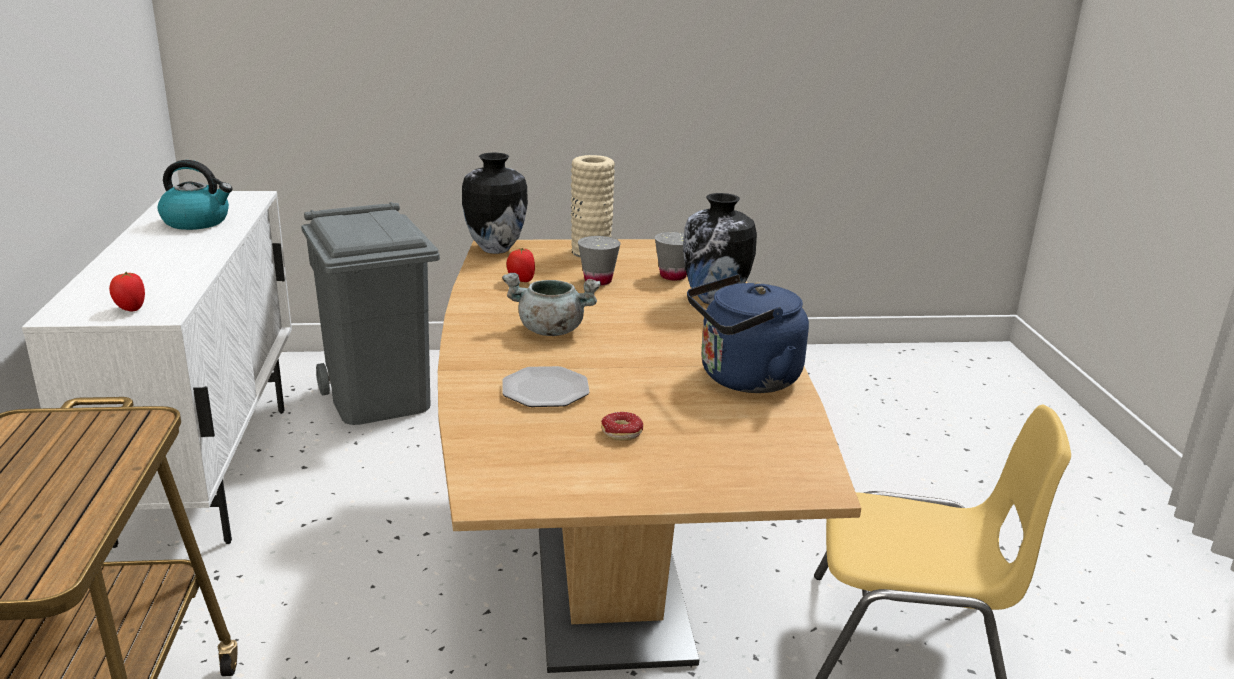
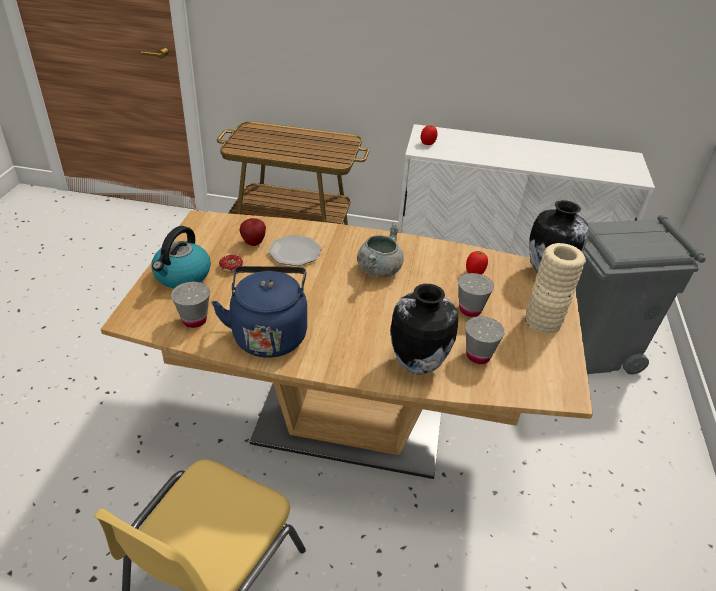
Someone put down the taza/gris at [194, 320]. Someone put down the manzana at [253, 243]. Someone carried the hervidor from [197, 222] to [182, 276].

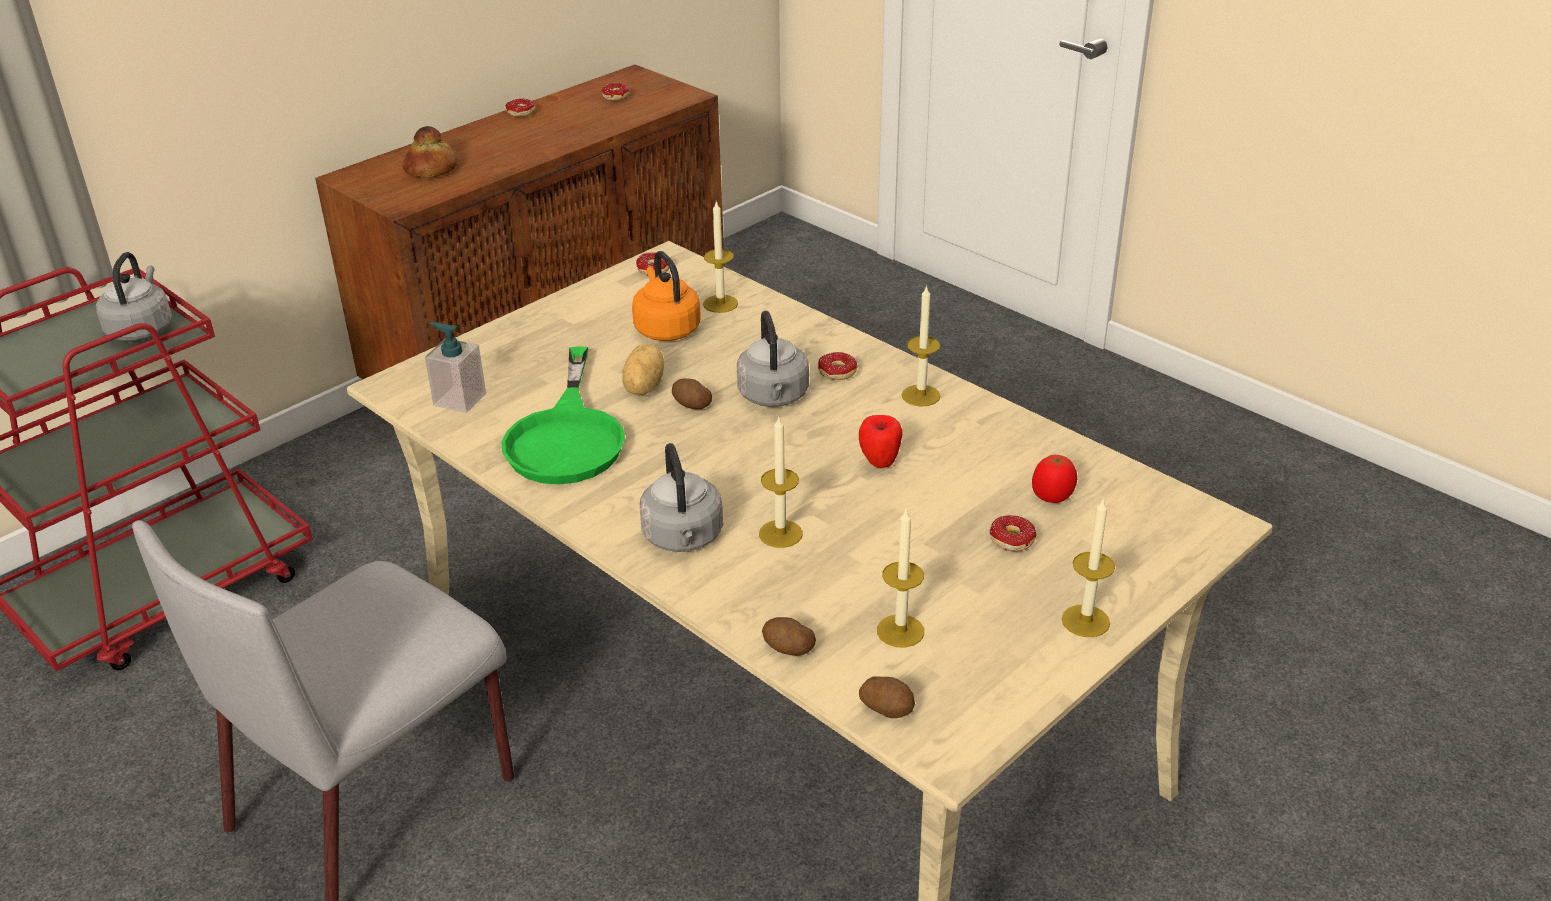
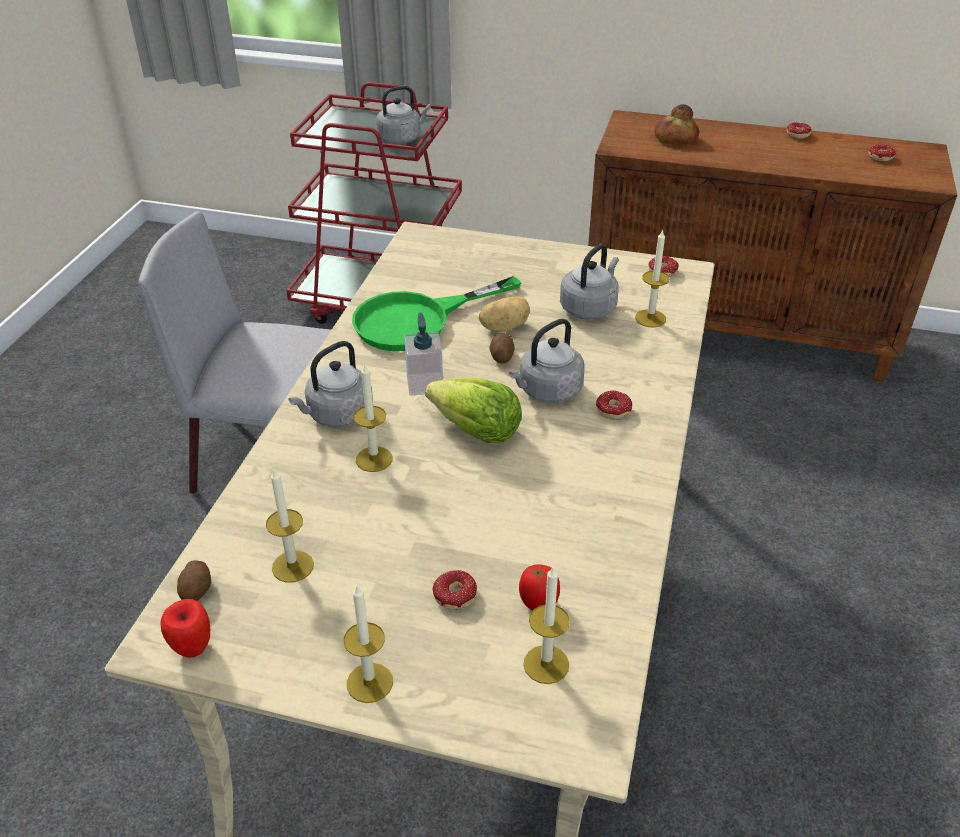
Someone took away the patata at [788, 649]. Someone put down the lechuga at [476, 431]. Someone carried the dispensador de jabón from [459, 399] to [424, 383]. Someone carried the manzana from [879, 463] to [192, 647]. Someone carried the vela from [920, 395] to [546, 664]. Someone repainted the hervidor/naranja at [666, 328], which became the hervidor/gris at [589, 307].

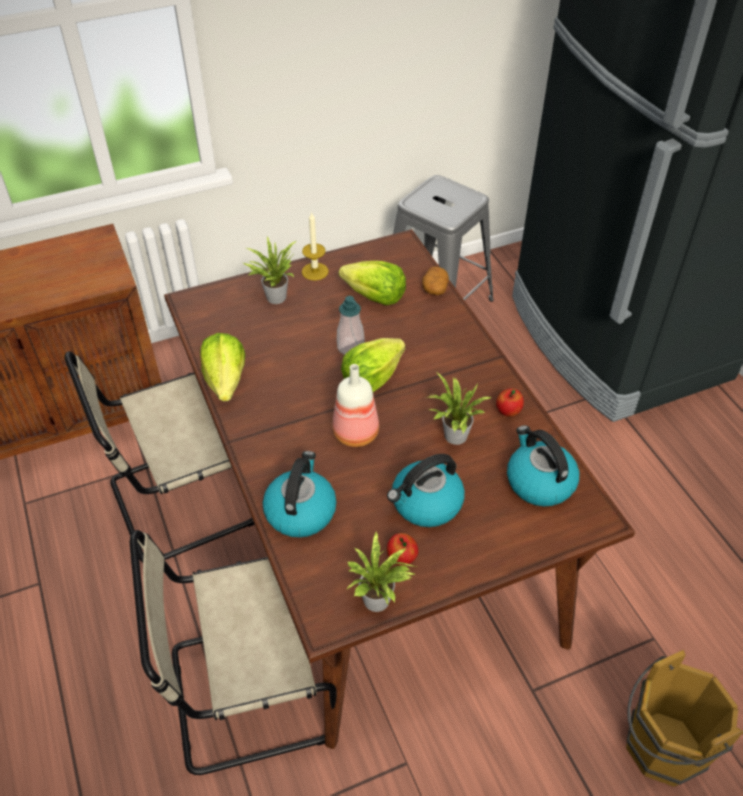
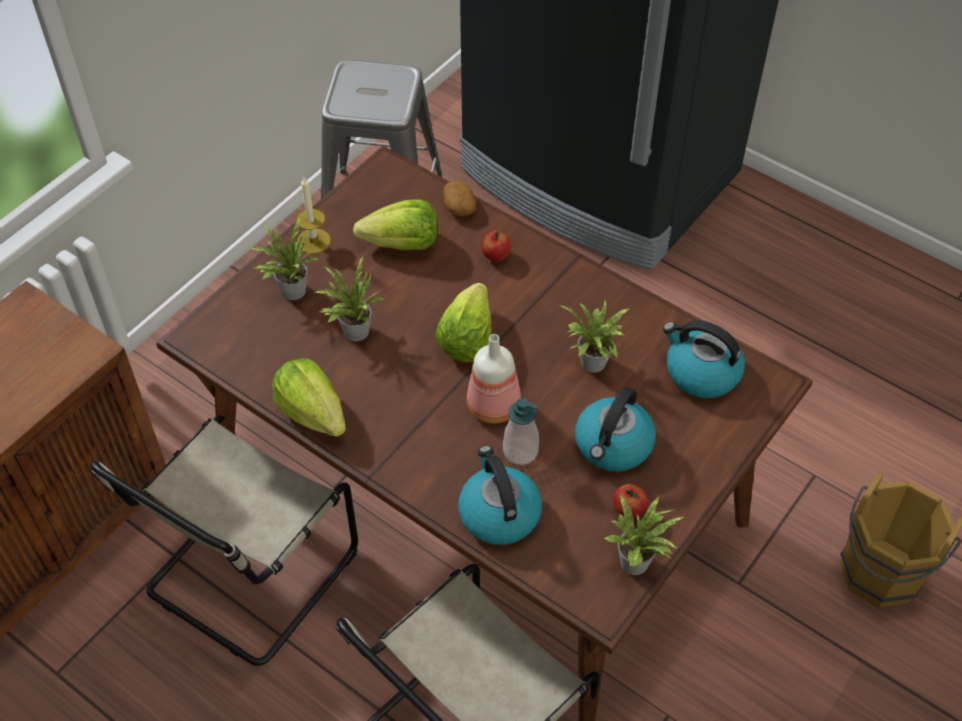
Someone put down the planta en maceta at [352, 331]. Someone carried the dispensador de jabón from [350, 347] to [520, 451]. Someone carried the manzana from [508, 411] to [496, 256].

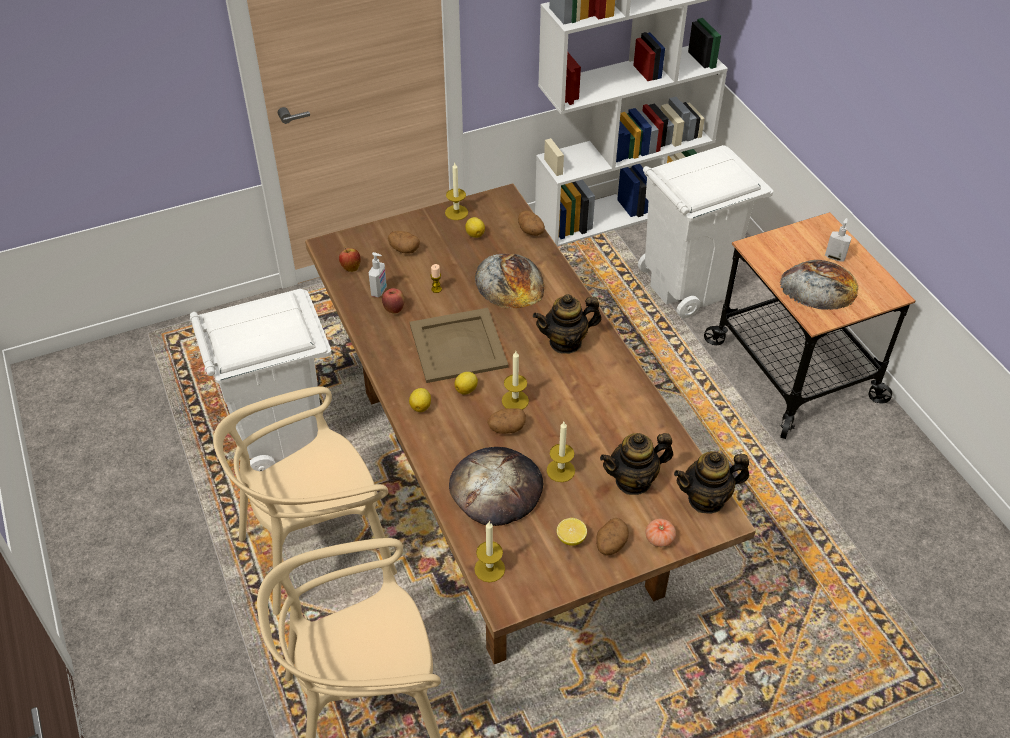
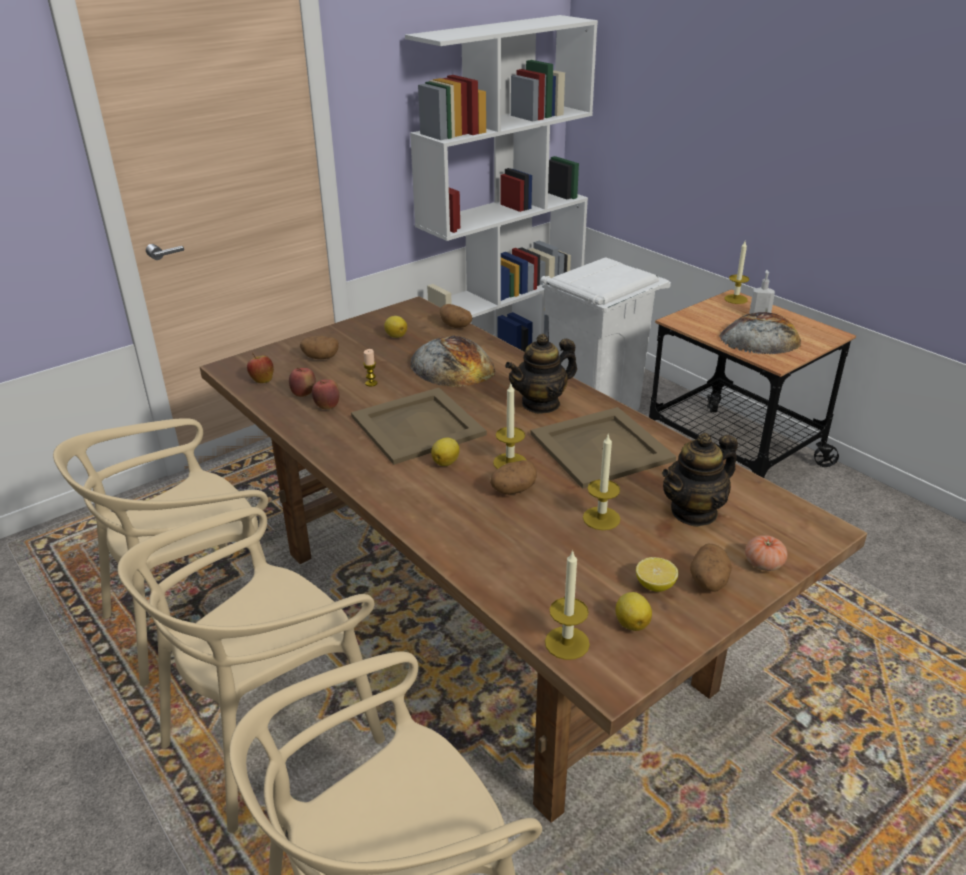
Someone took away the pan at [496, 488]. Someone took away the tetera at [706, 499]. Someone put down the bandeja/beis at [599, 447]. Someone carried the limón from [421, 406] to [632, 623]. Someone carried the vela from [456, 212] to [735, 299]. Someone swapped the papelera/blanco at [281, 436] for the silla/beis at [195, 617]. Someone swapped the dispensador de jabón at [379, 291] for the manzana at [304, 394].

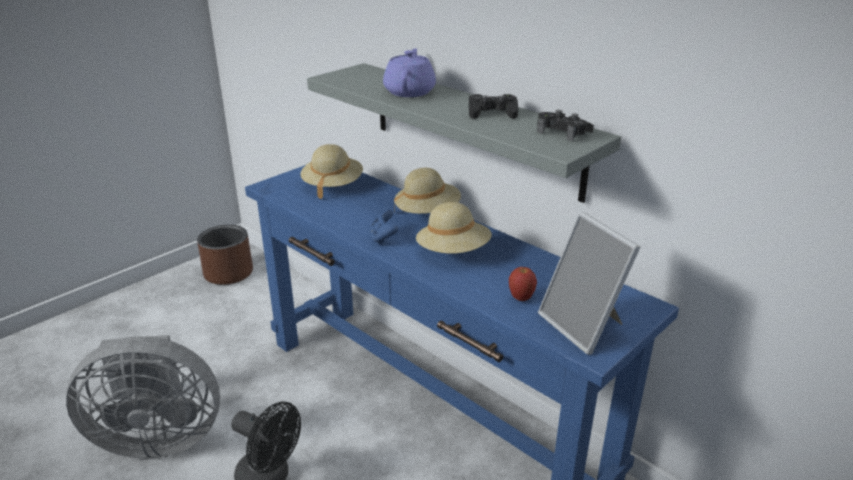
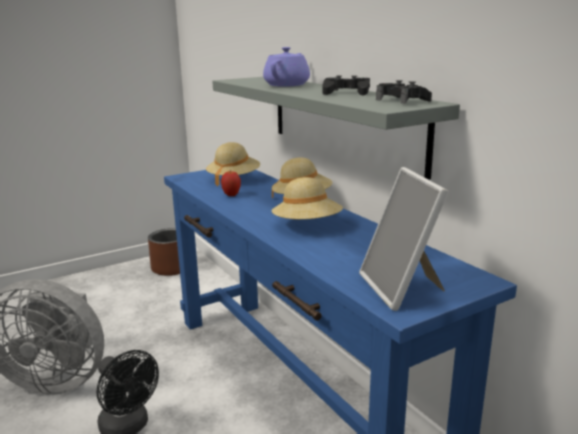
Someone took away the mando de consola/azul at [383, 238]. Someone carried the manzana from [521, 298] to [231, 195].

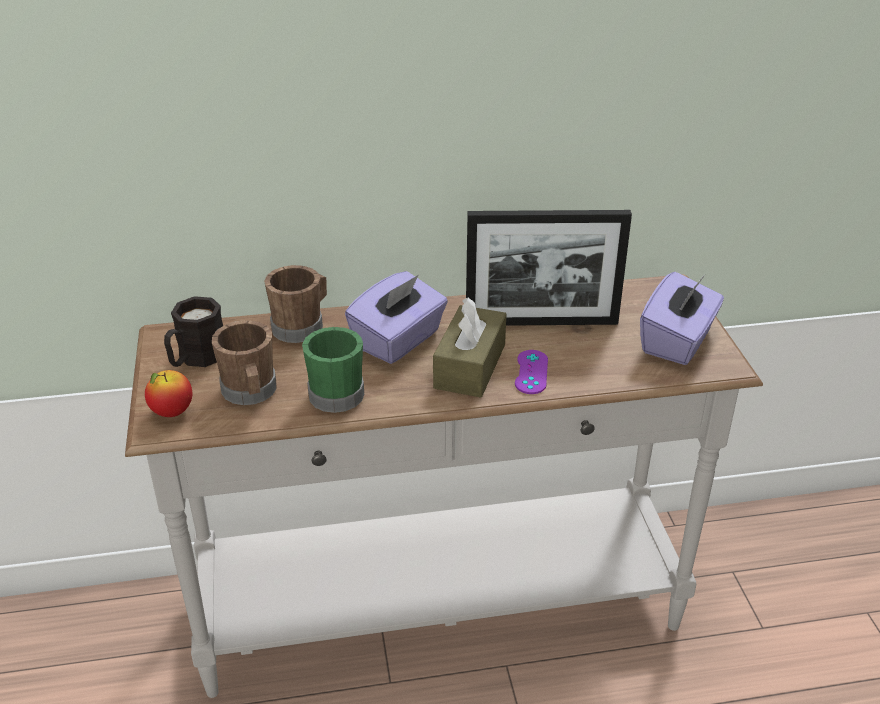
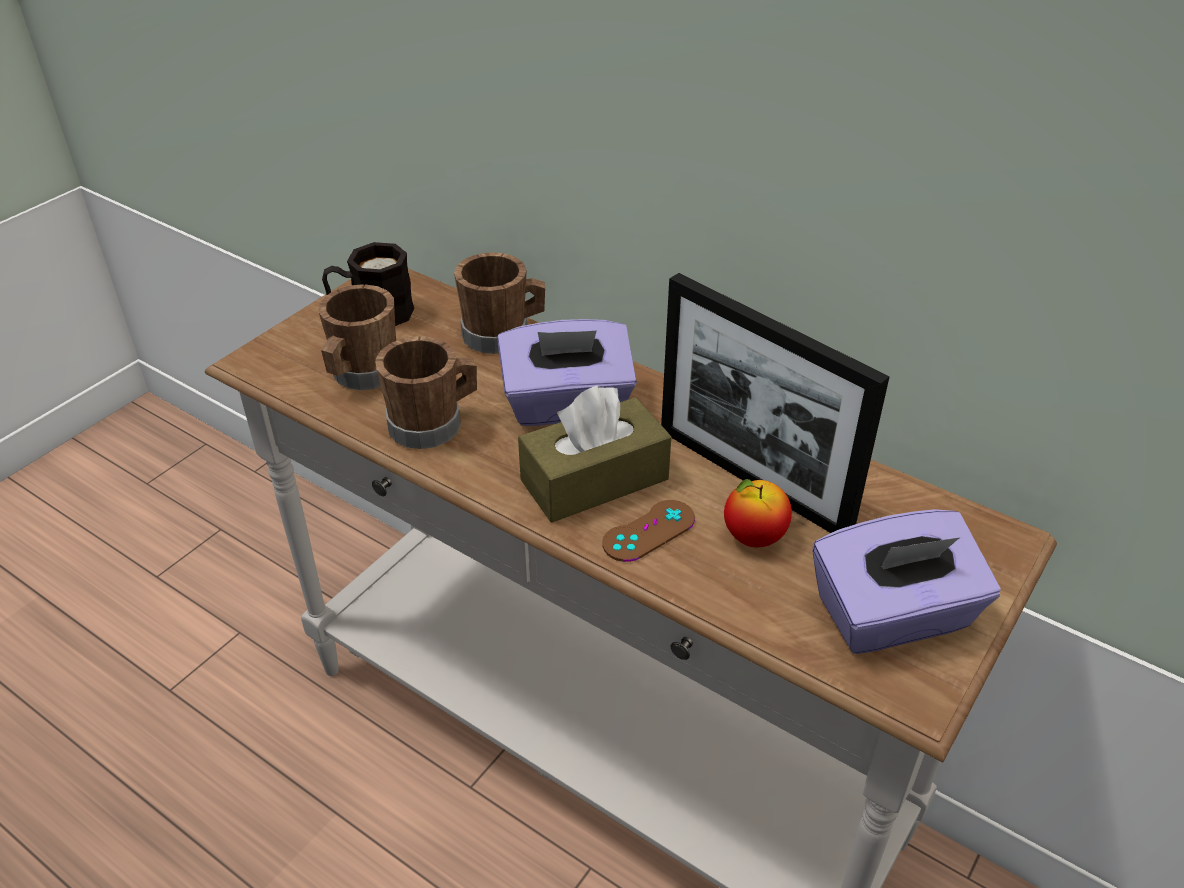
Someone carried the manzana from [172, 412] to [754, 537]. Someone repainted the taza grande/verde at [339, 392], which became the taza grande/marrón at [433, 424]. Someone repainted the mando de consola/morado at [531, 372], which became the mando de consola/marrón at [649, 531].

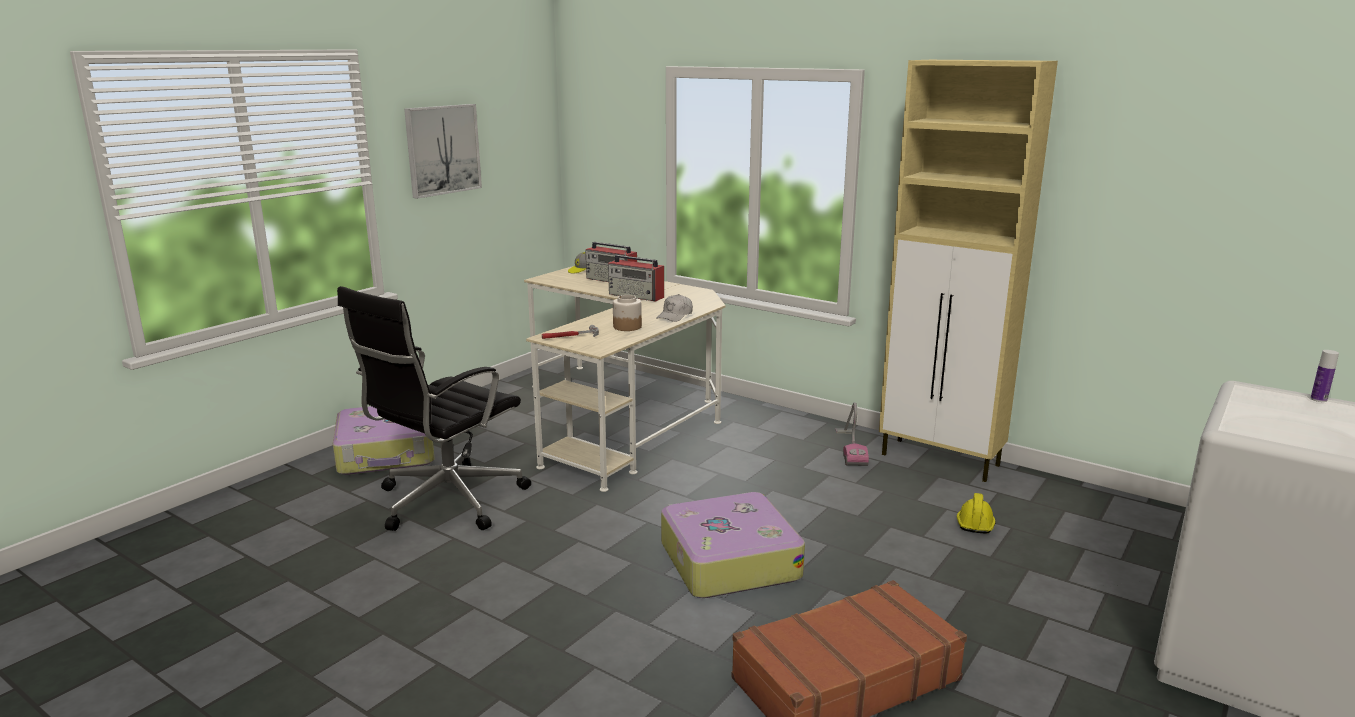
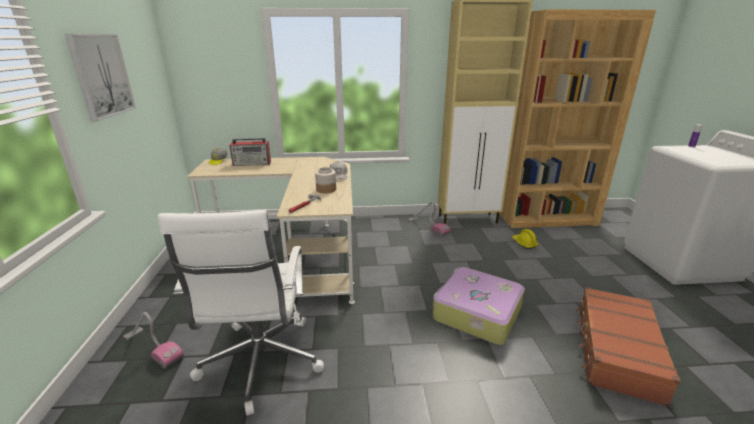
Someone took away the radio at [636, 296]. Someone put down the estantería/marrón at [547, 218]. Someone swapped the maleta at [387, 453] for the aspiradora at [152, 347]. Someone repainted the silla de oficina/negro at [446, 501], which became the silla de oficina/blanco at [260, 363].

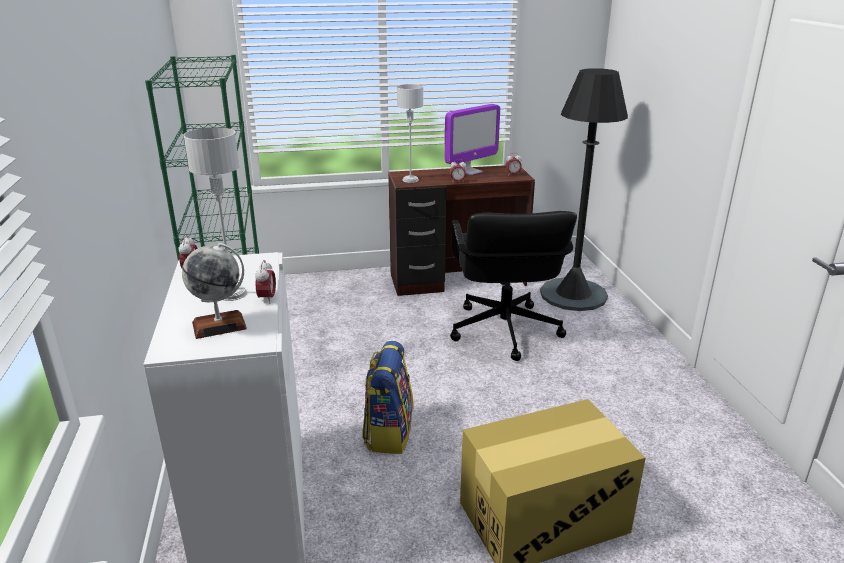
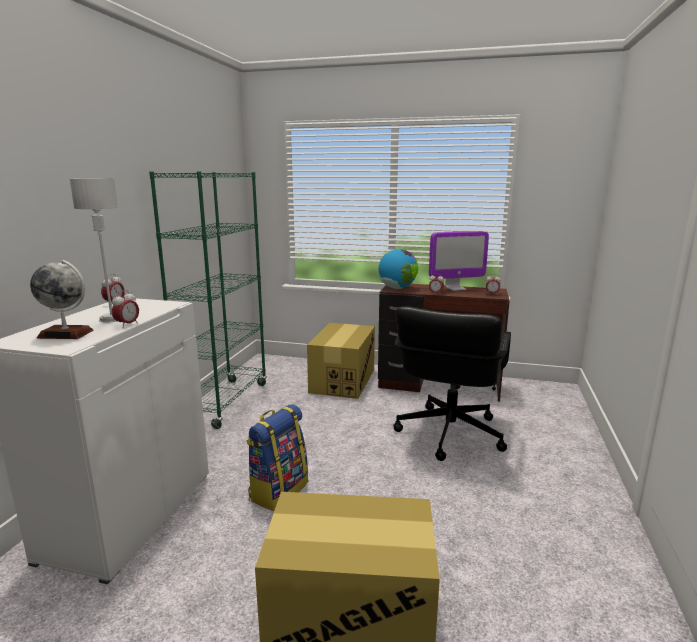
Someone took away the lámpara de pie/negro at [573, 295]. Someone put down the caja de cartón at [343, 380]. Someone swapped the lámpara de mesa/gris at [410, 180] for the globo terráqueo at [397, 288].

